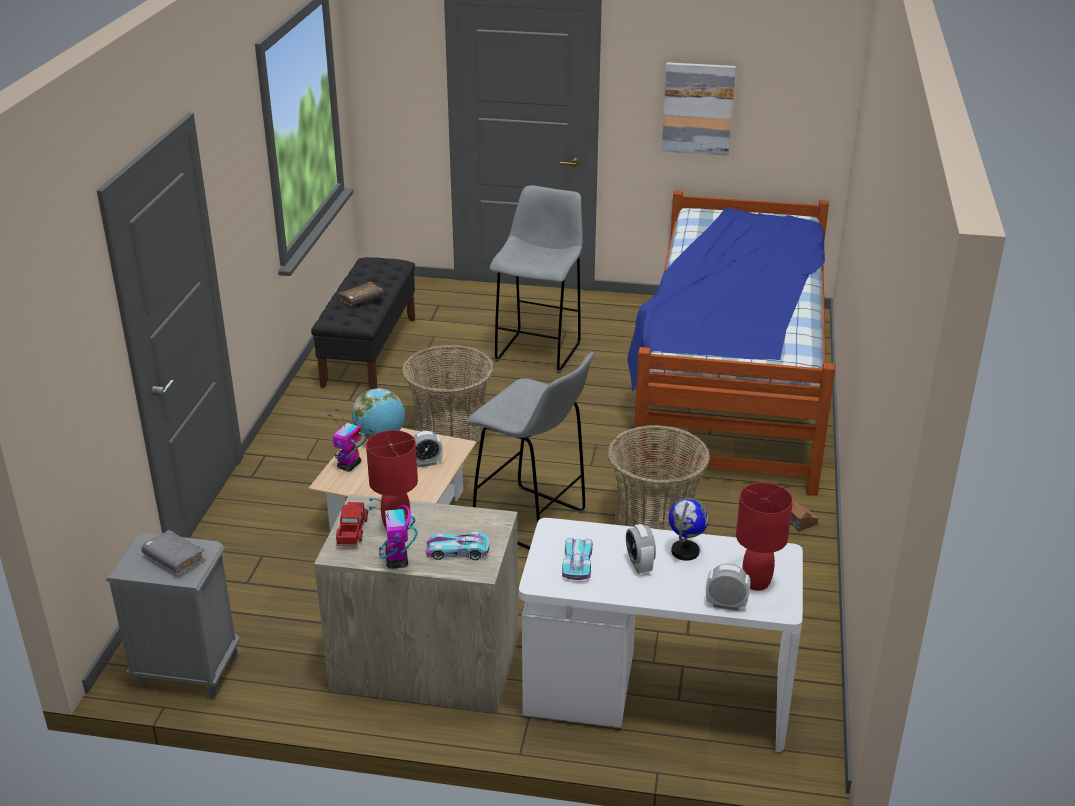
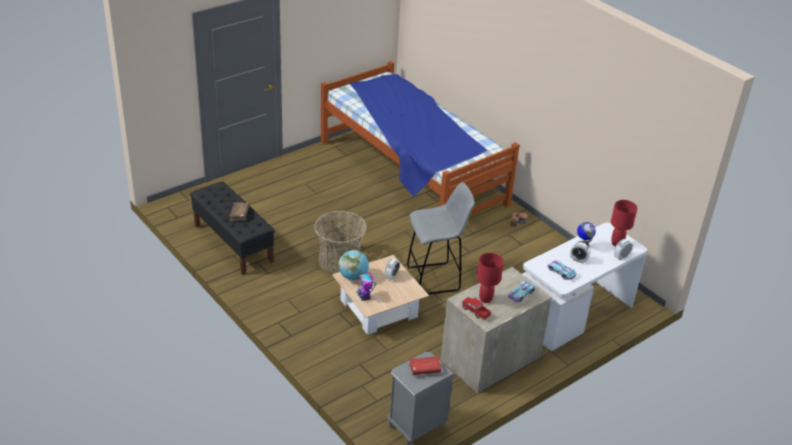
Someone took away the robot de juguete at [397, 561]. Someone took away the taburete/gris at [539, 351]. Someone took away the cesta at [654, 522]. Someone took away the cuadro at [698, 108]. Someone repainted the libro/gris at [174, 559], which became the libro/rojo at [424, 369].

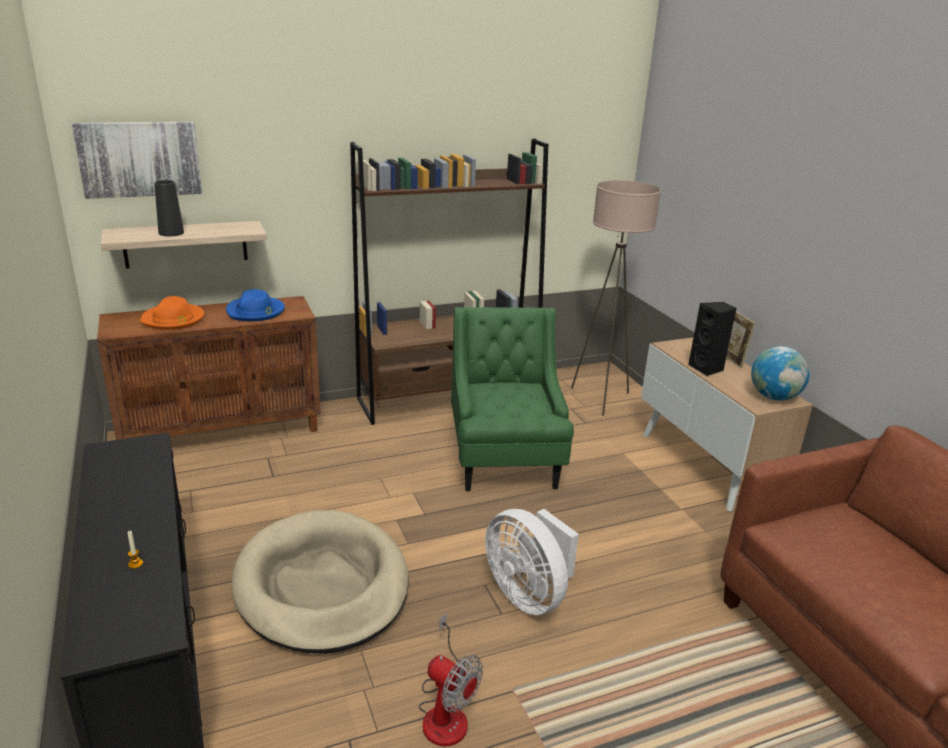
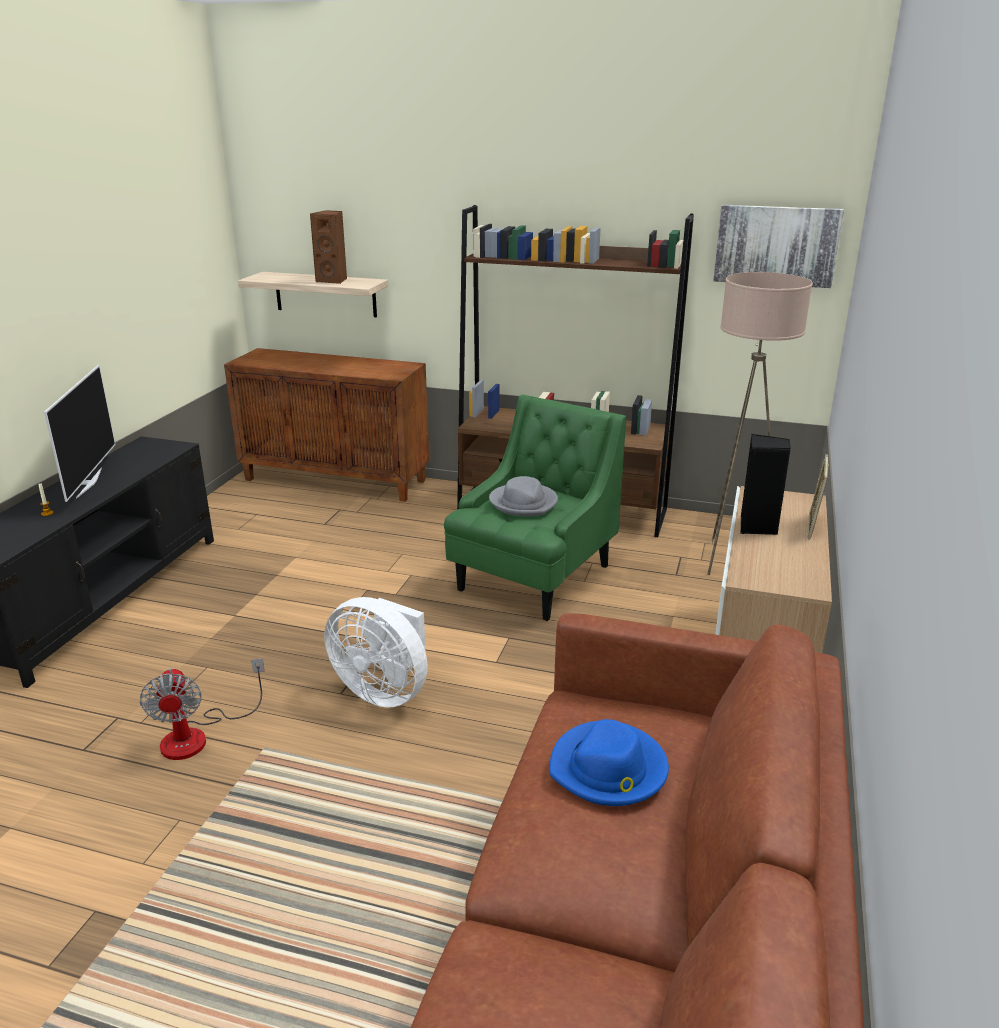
Someone took away the sombrero/naranja at [173, 319]. Someone took away the florero/negro at [171, 233]. Someone took away the cama para perro/beis at [322, 586]. Someone took away the globo terráqueo at [774, 397]. Someone put down the televisor at [88, 483]. Someone put down the altavoz/marrón at [333, 280]. Someone put down the sombrero/gris at [524, 503]. Someone carried the cuadro from [139, 159] to [776, 245]. Someone carried the sombrero/azul from [255, 312] to [608, 769]. Someone rotated the ventilador/blanco at [528, 594] by 60 degrees counterclockwise.

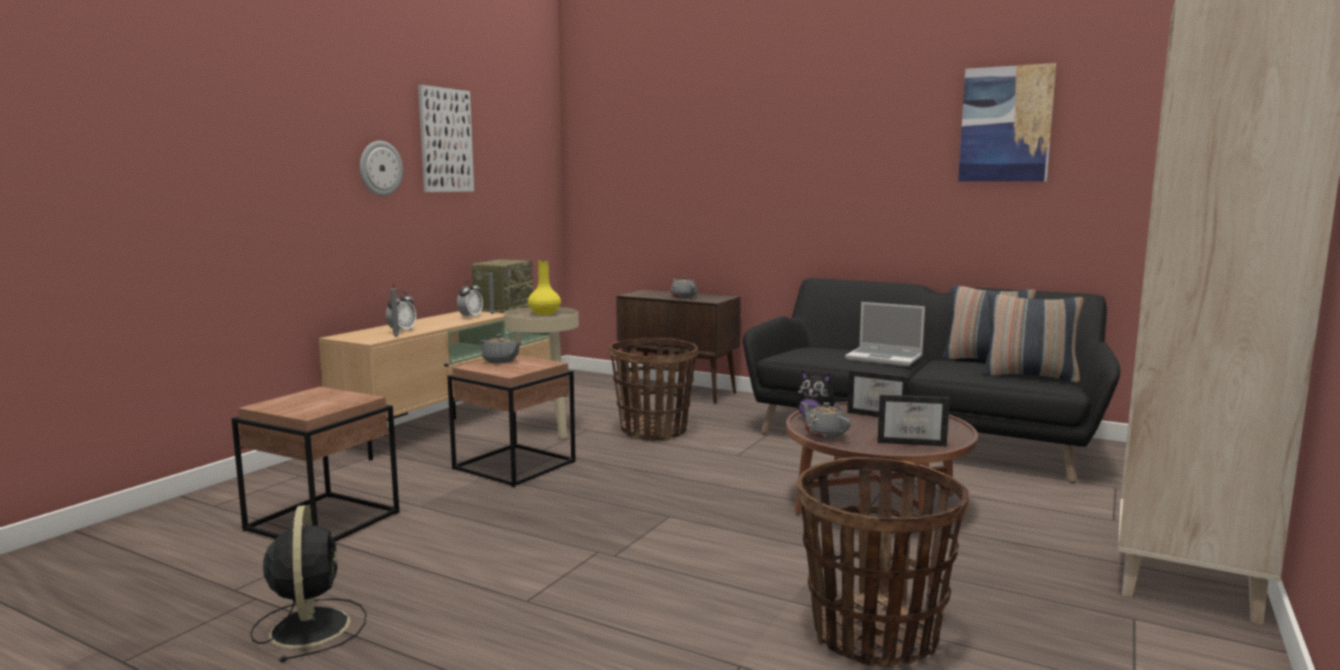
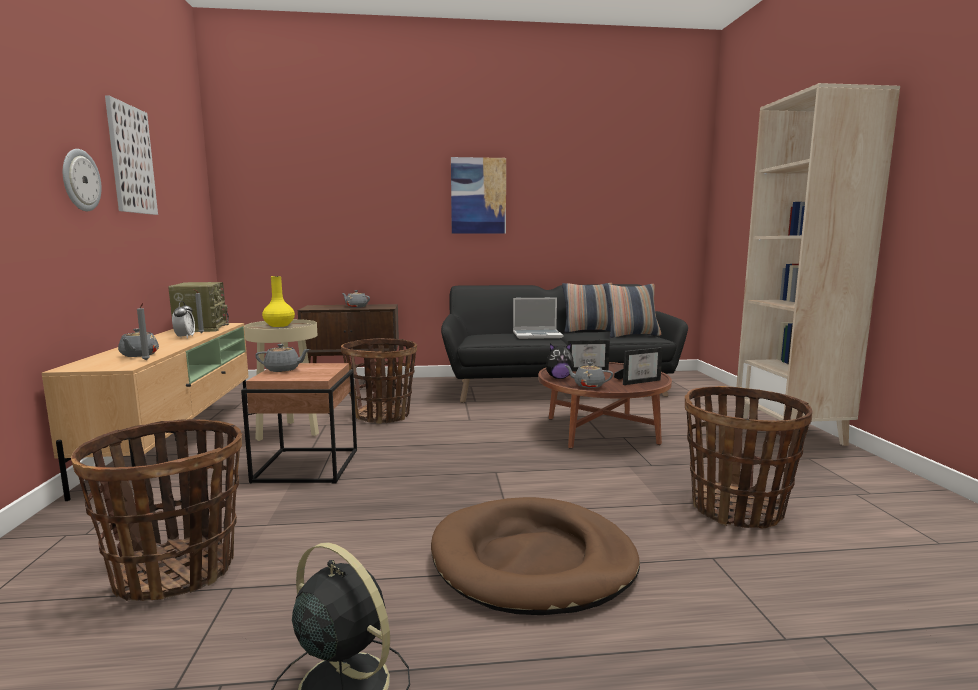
Someone put down the cama para perro/marrón at [533, 561]. Someone carried the cuadro from [1006, 124] to [478, 196]. Someone swapped the mesa auxiliar/marrón at [323, 521] for the cesta at [176, 571]. Someone swapped the despertador at [402, 331] for the tetera/gris at [139, 355].

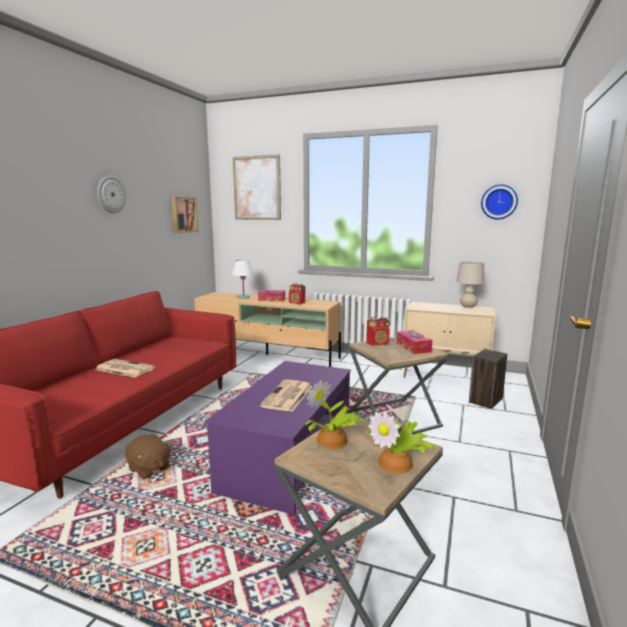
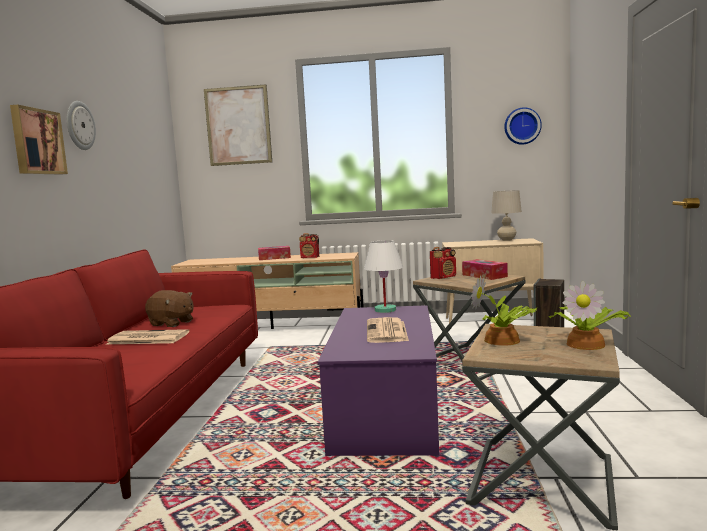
Someone carried the peluche/marrón from [149, 469] to [171, 323]. Someone carried the cuadro from [183, 215] to [37, 142]. Someone carried the lámpara de mesa/blanco from [244, 297] to [385, 310].

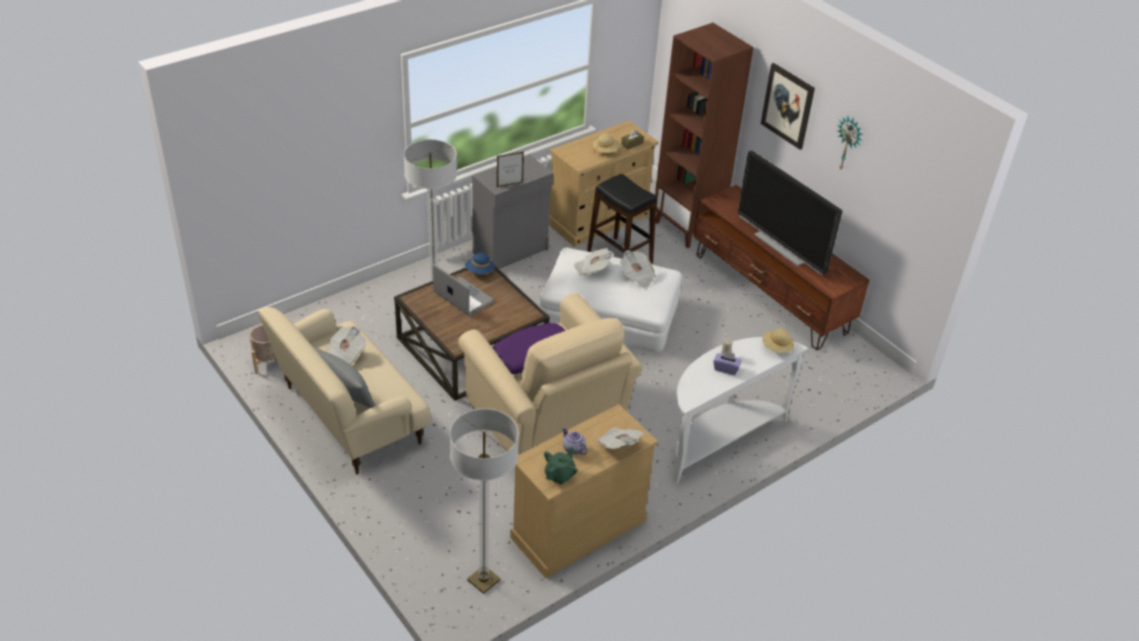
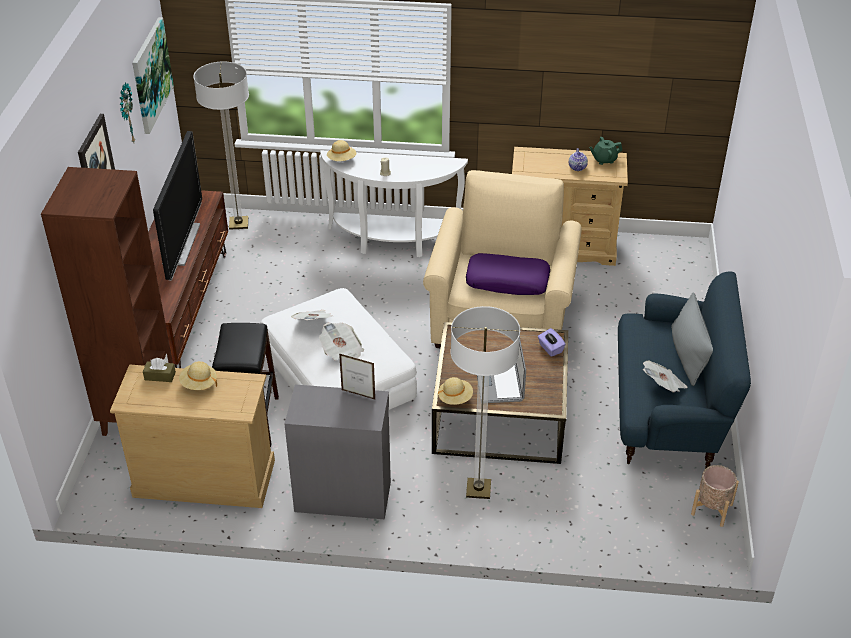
Someone took away the periódico at [618, 445]. Someone put up the cuadro at [150, 75]. Someone carried the lámpara de pie from [483, 580] to [238, 223]. Someone carried the caja de pañuelos/morado from [726, 368] to [550, 349]. Someone repainted the sofá/beis at [350, 417], which became the sofá/azul at [668, 411]. Someone repainted the sombrero/azul at [479, 271], which became the sombrero/beis at [455, 398].

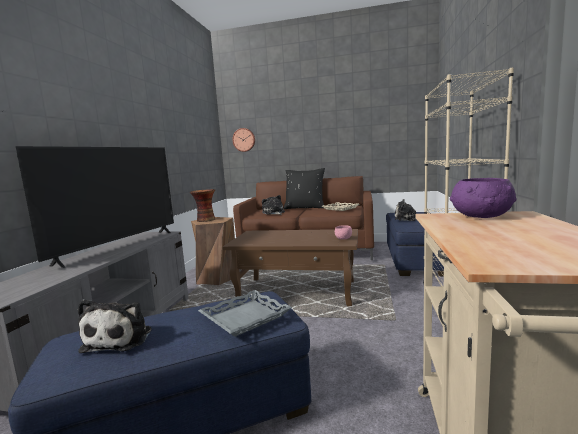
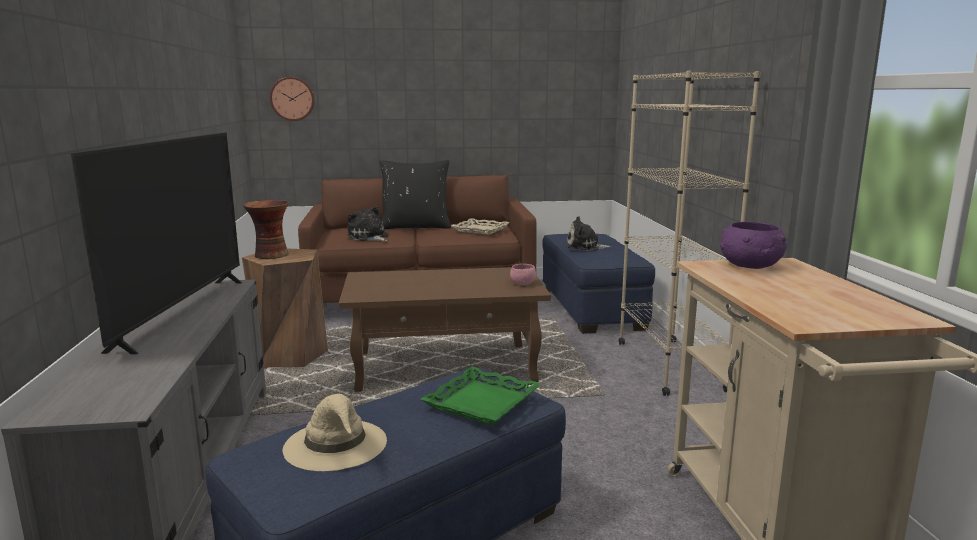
Someone swapped the peluche at [120, 338] for the sombrero/beis at [336, 445]. Someone repainted the bandeja/gris at [245, 317], which became the bandeja/verde at [481, 402].

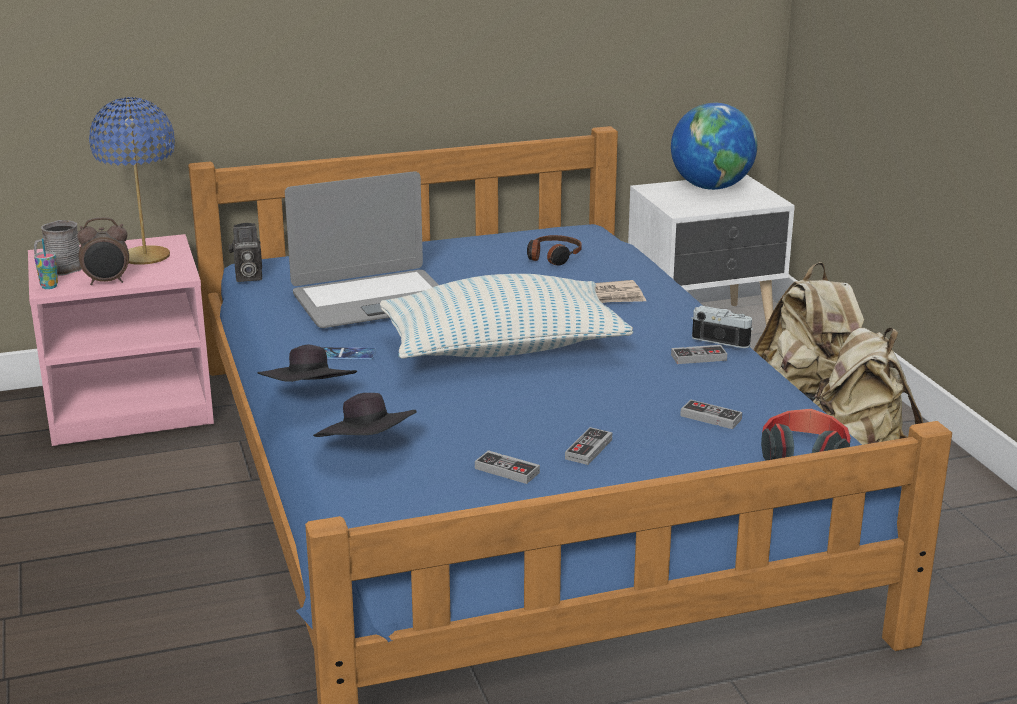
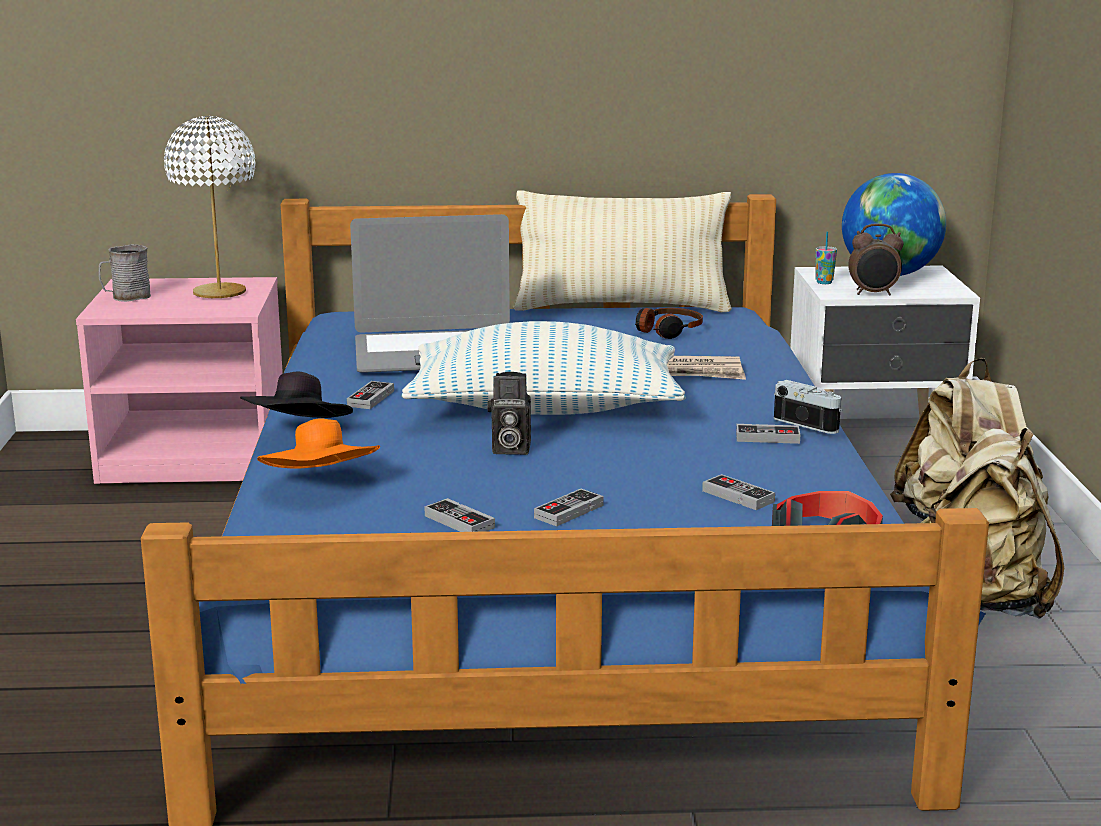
Someone put down the cojín/beis at [622, 307]. Someone carried the taza from [49, 286] to [824, 282]. Someone carried the despertador from [107, 282] to [873, 294]. Someone carried the cámara from [247, 277] to [508, 449]. Someone swapped the móvil at [347, 354] for the mando de consola at [371, 398]. Someone repainted the lámpara de mesa/azul at [144, 257], which became the lámpara de mesa/blanco at [218, 293]. Someone repainted the sombrero/negro at [368, 449], which became the sombrero/naranja at [322, 486].

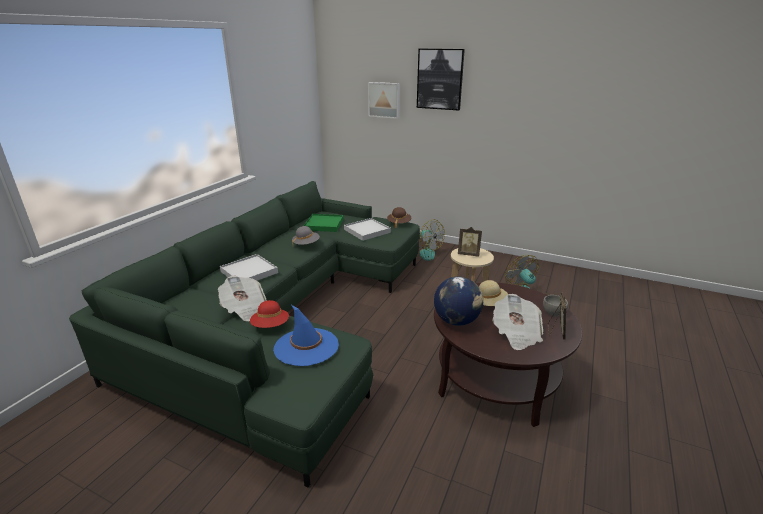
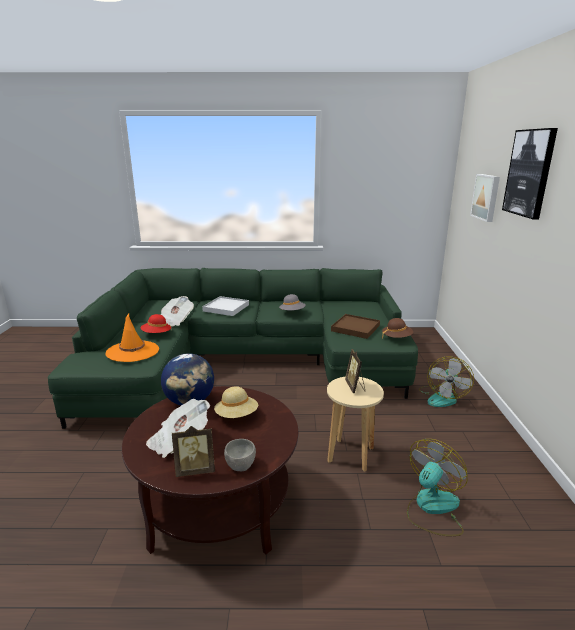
Someone took away the bandeja/verde at [324, 225]. Someone repainted the sombrero/azul at [306, 347], which became the sombrero/naranja at [133, 351]. Someone repainted the bandeja/blanco at [367, 231], which became the bandeja/marrón at [355, 328].

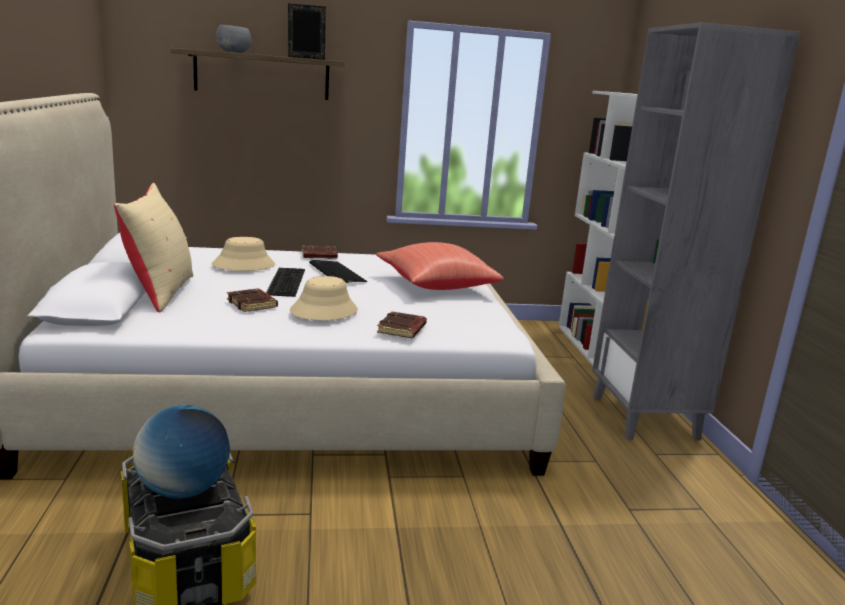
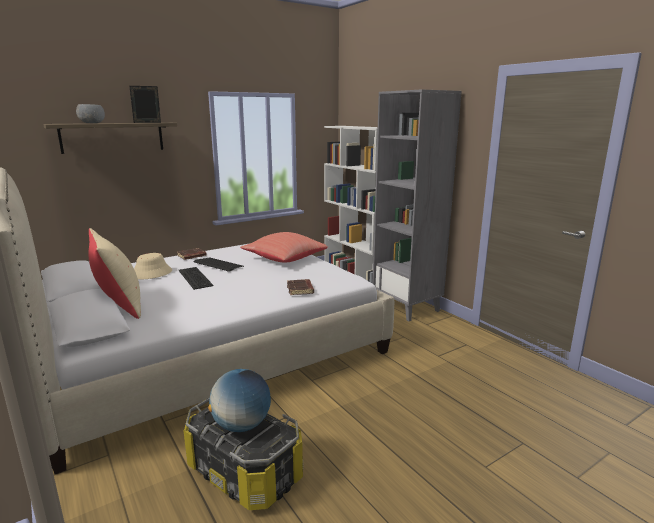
Someone took away the libro/marrón at [253, 304]. Someone took away the sombrero/beis at [323, 311].

